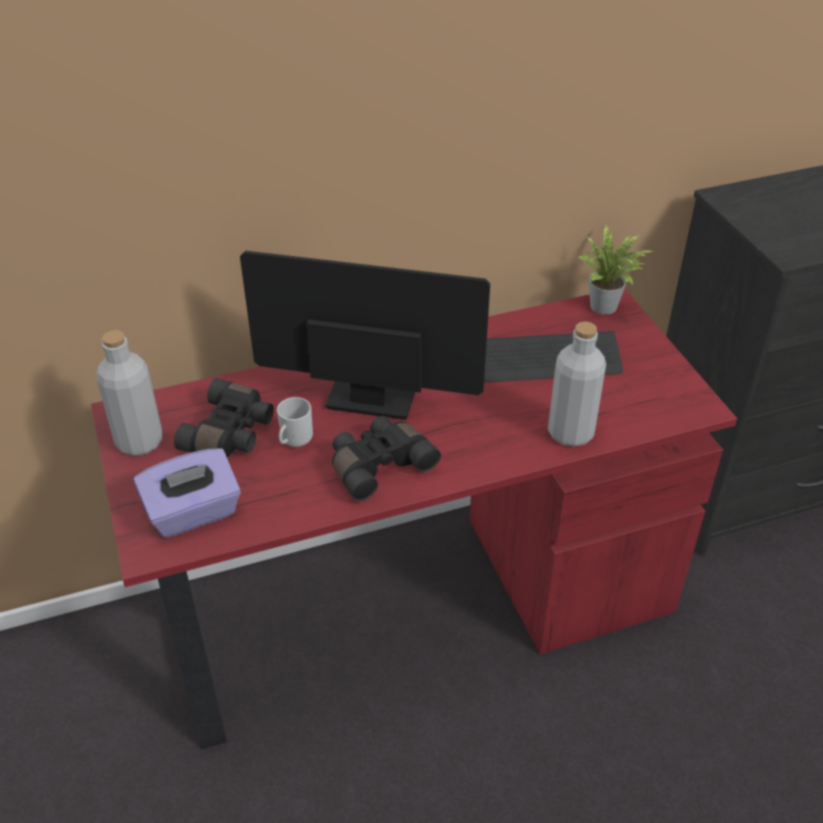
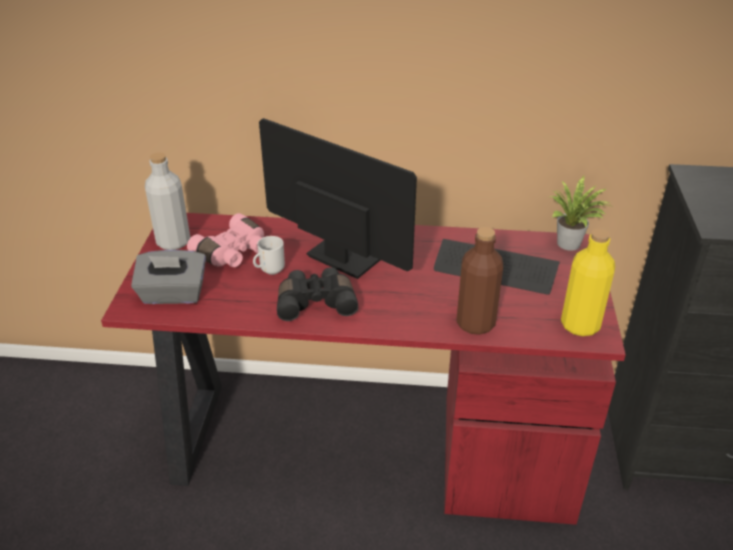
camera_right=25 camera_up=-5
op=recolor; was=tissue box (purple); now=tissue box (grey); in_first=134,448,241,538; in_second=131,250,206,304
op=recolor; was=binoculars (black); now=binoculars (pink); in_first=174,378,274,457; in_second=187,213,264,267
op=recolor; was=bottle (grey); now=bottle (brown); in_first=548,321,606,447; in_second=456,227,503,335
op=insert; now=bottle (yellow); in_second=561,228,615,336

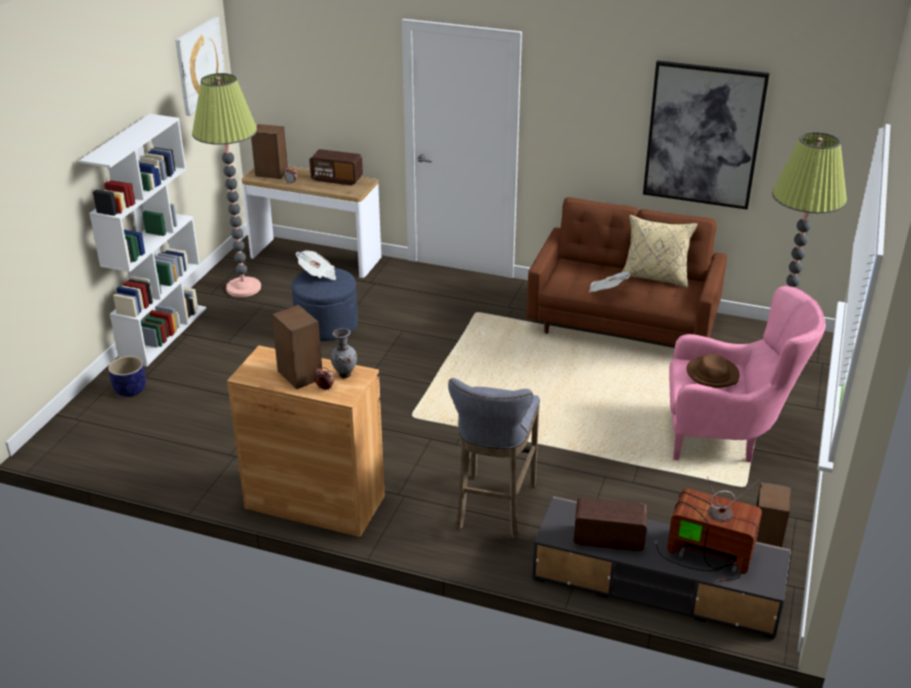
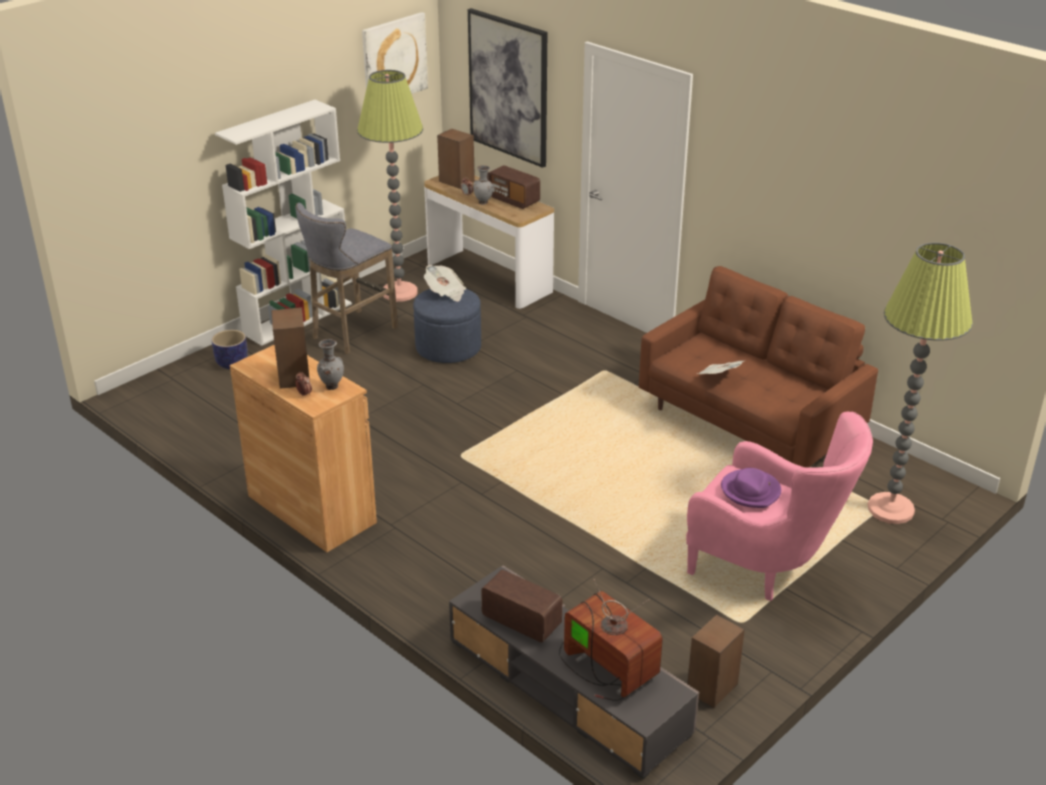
camera_right=25 camera_up=0
op=move; was=stool (grey); in_first=448,378,540,539; in_second=296,203,398,354
op=move; was=picture; in_first=643,60,770,210; in_second=468,8,547,168
op=insert; now=vase (grey); in_second=473,165,494,205
op=recolor; was=hat (brown); now=hat (purple); in_first=687,354,739,388; in_second=721,468,781,508
op=delete; was=pillow (beige); in_first=621,215,697,288

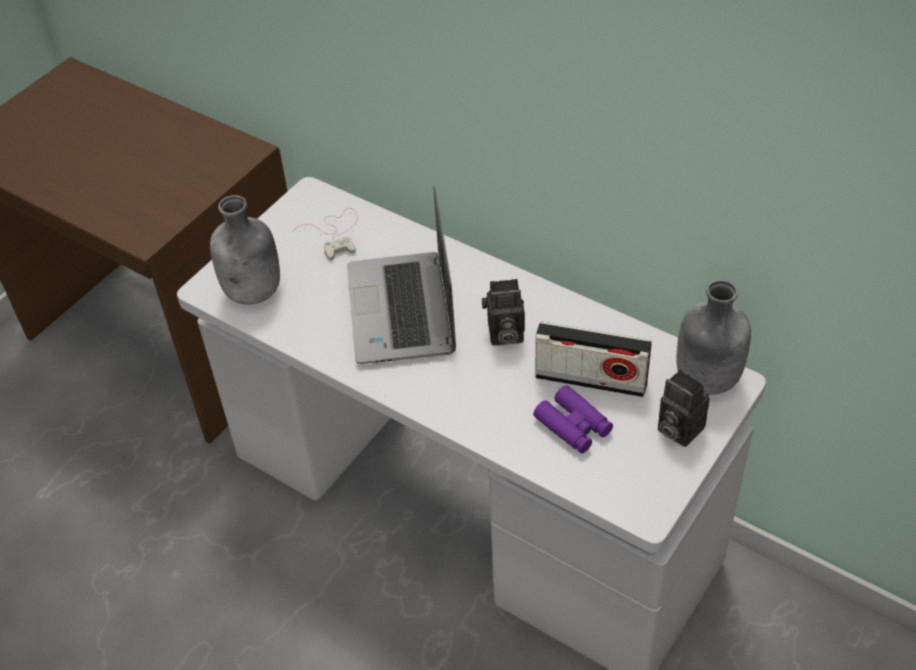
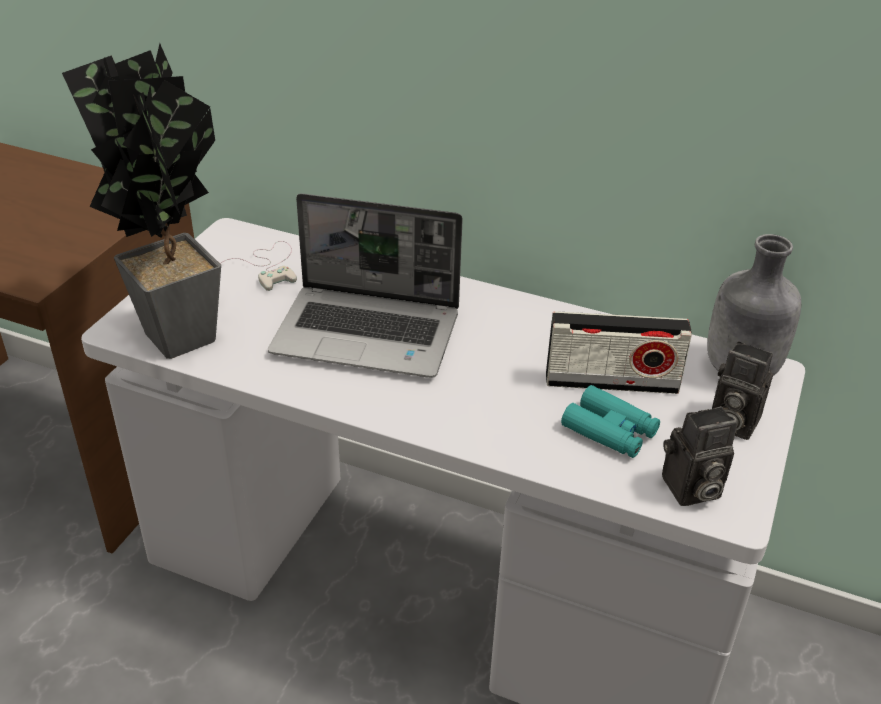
camera_right=-15 camera_up=-10
op=replace; was=bottle (grey); now=potted plant; in_first=210,195,280,305; in_second=62,43,221,359
op=rotate; was=laptop; in_first=347,186,456,364; in_second=268,193,463,378; clockwise=-60
op=recolor; was=binoculars (purple); now=binoculars (turquoise); in_first=533,385,613,453; in_second=561,385,660,458
op=move; was=photo camera; in_first=482,279,525,346; in_second=662,406,737,506

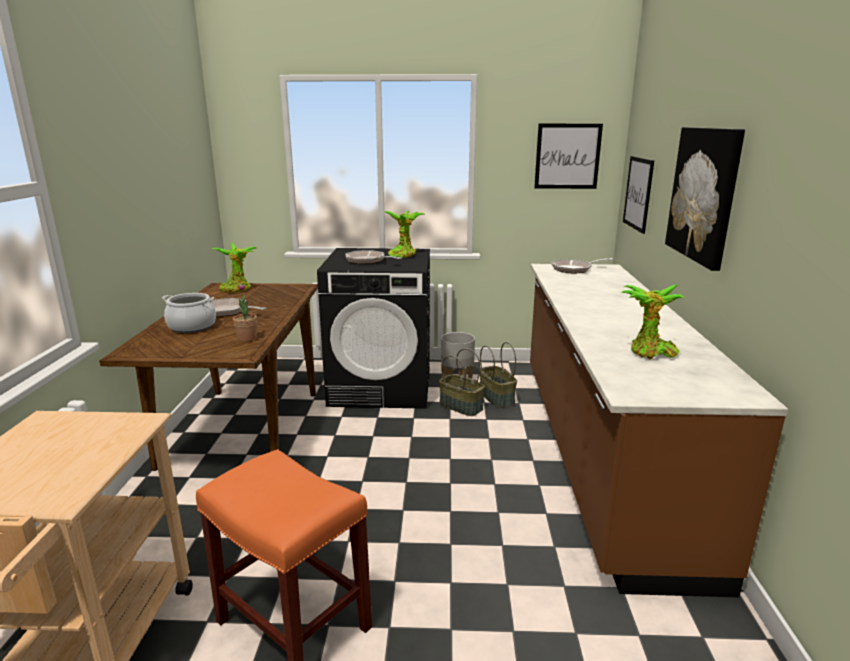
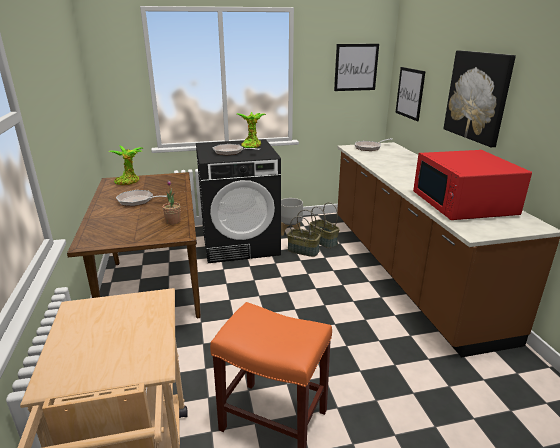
camera_right=-15 camera_up=5
op=replace; was=potted plant; now=microwave (red); in_first=620,284,685,359; in_second=413,150,532,220
op=delete; was=cooking pot; in_first=162,293,216,333

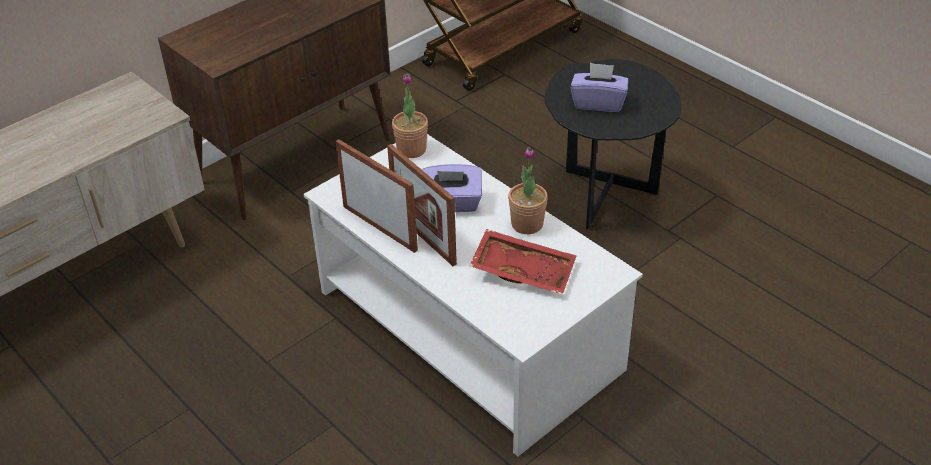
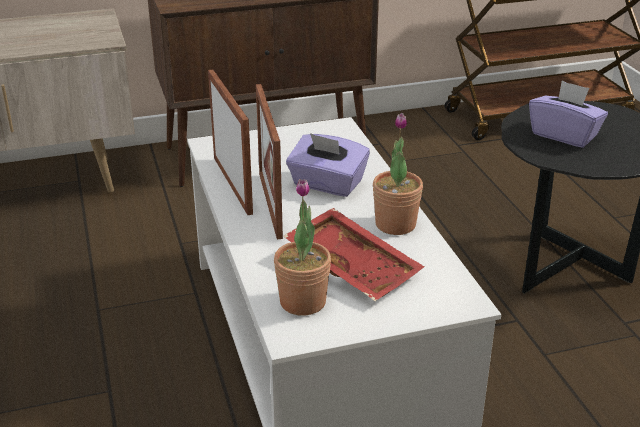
camera_right=25 camera_up=-10
op=move; was=potted plant; in_first=392,73,428,158; in_second=274,179,331,316

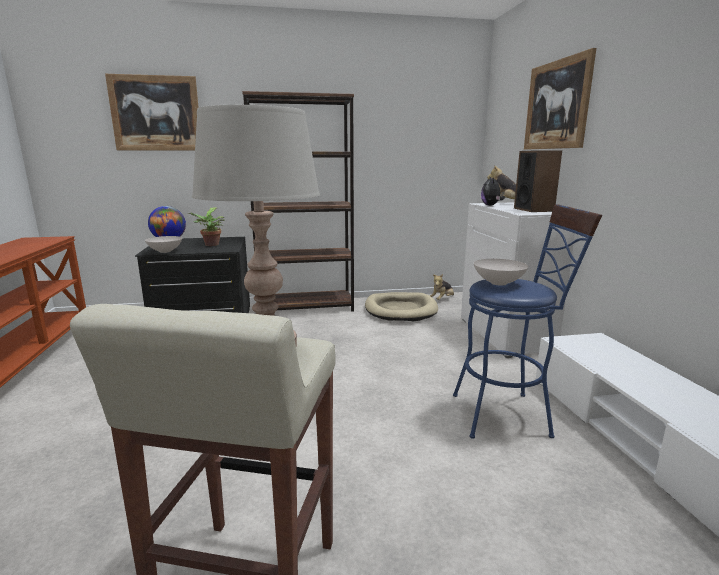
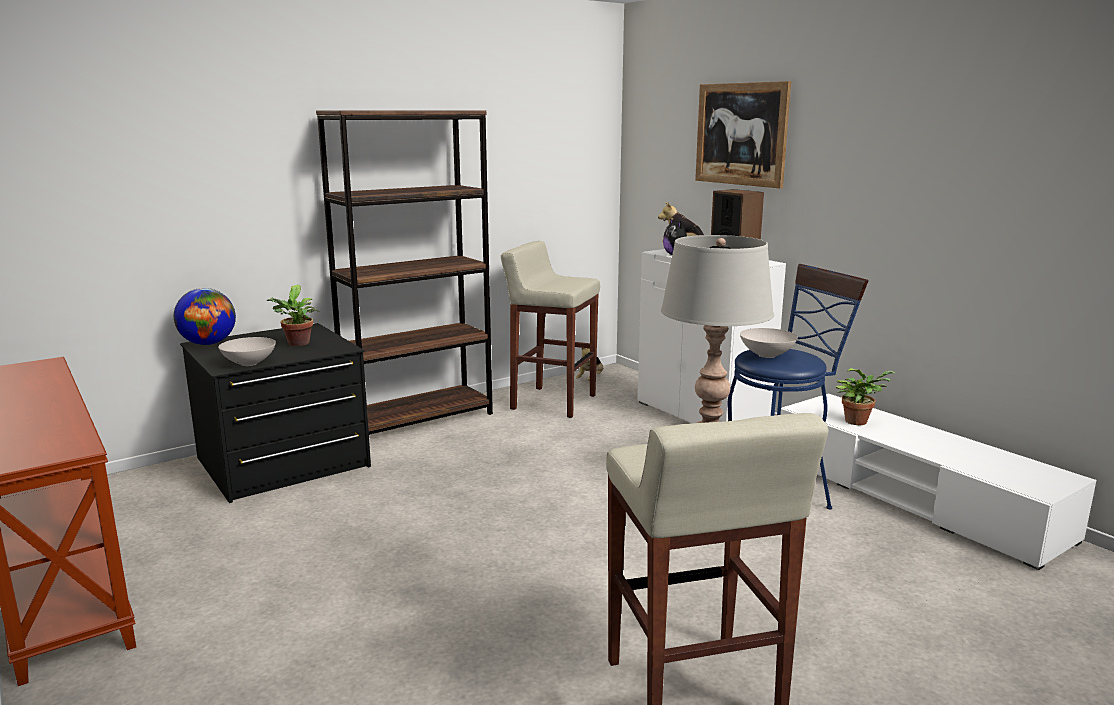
camera_right=-25 camera_up=0
op=replace; was=dog bed (beige); now=stool (beige); in_first=365,292,438,321; in_second=501,241,600,418
op=insert; now=potted plant; in_second=836,368,895,425
op=delete; was=picture; in_first=105,74,199,151

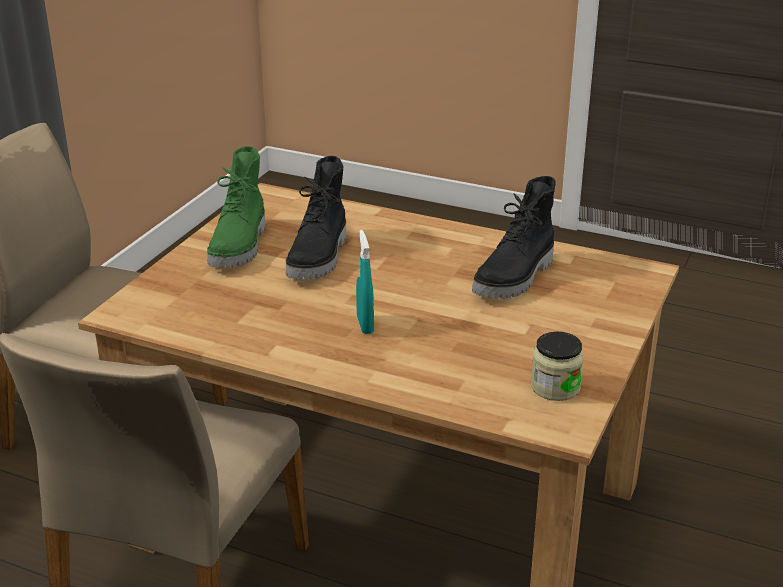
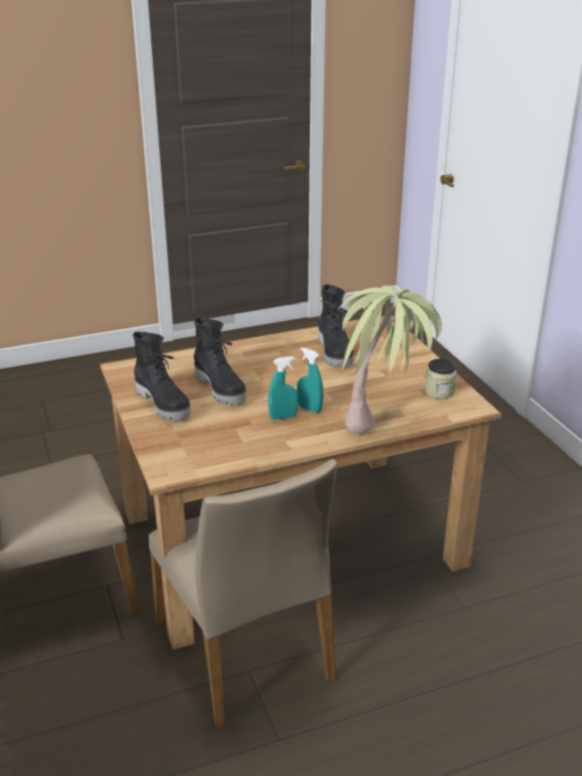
camera_right=-45 camera_up=0
op=recolor; was=boot (green); now=boot (black); in_first=207,146,265,268; in_second=133,331,191,420
op=insert; now=spray bottle (turquoise); in_second=268,357,298,420
op=insert; now=potted plant; in_second=338,285,442,435

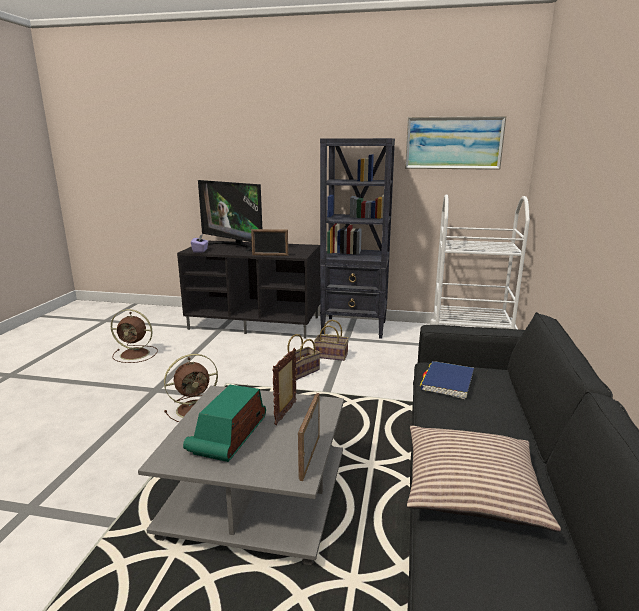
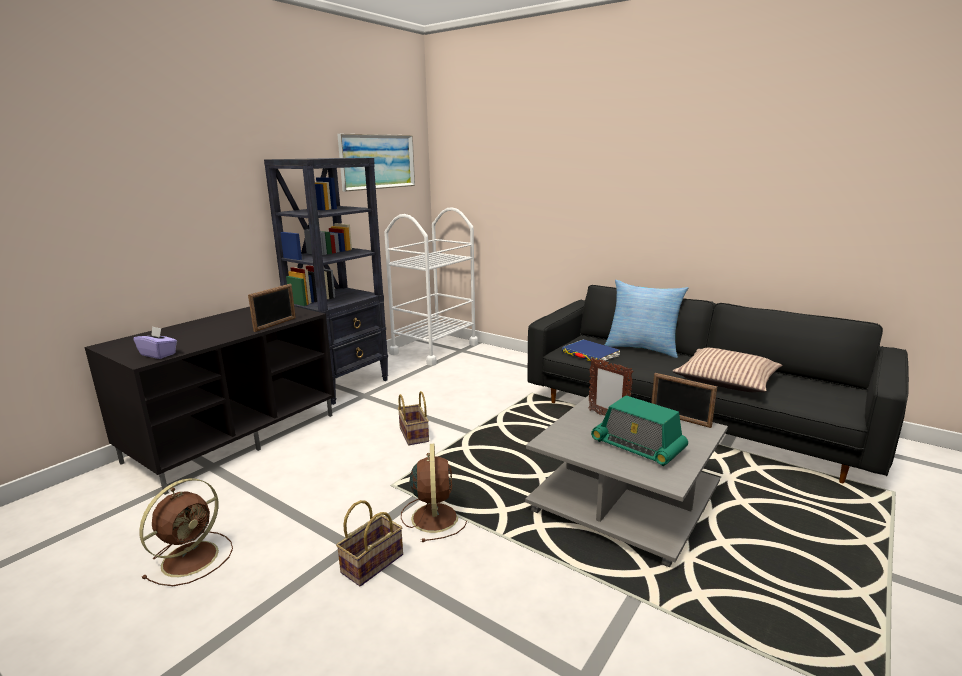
camera_right=-65 camera_up=0
op=move; was=basket; in_first=314,320,349,361; in_second=336,500,403,586
op=insert; now=pillow; in_second=605,280,688,358
op=delete; was=television; in_first=198,180,262,252

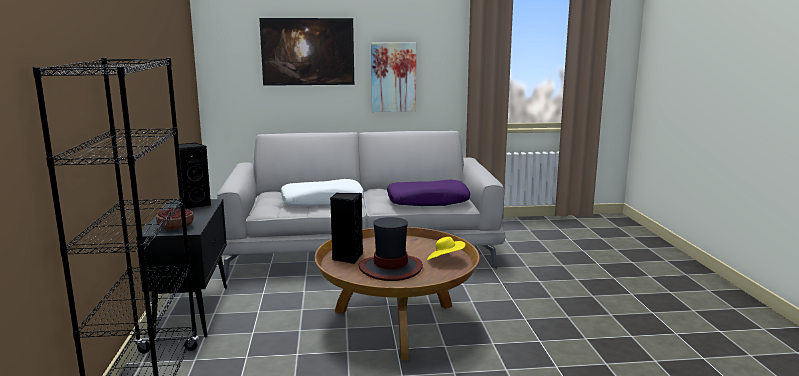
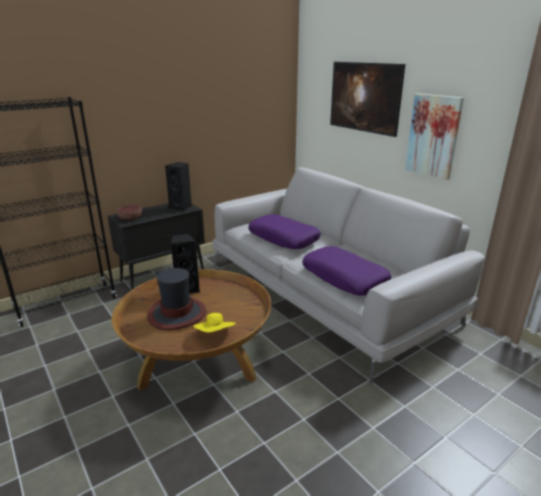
camera_right=60 camera_up=10
op=recolor; was=pillow (white); now=pillow (purple); in_first=281,179,364,206; in_second=248,214,321,249

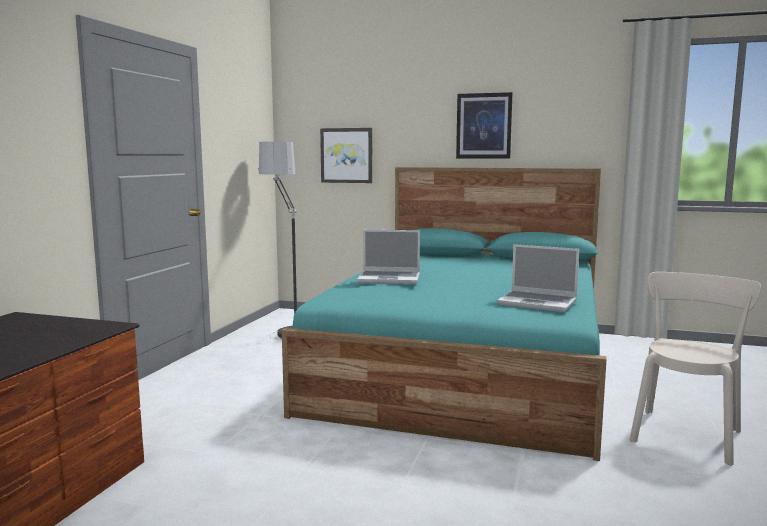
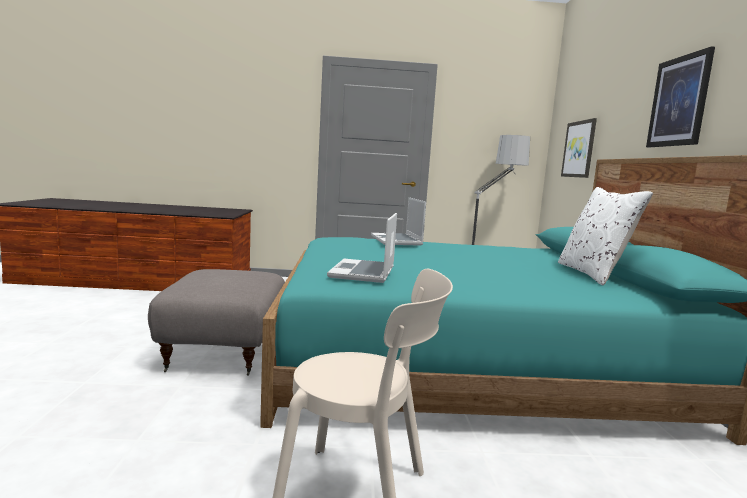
camera_right=70 camera_up=0
op=insert; now=ottoman (grey); in_second=148,269,285,376
op=insert; now=pillow (white); in_second=558,187,653,285

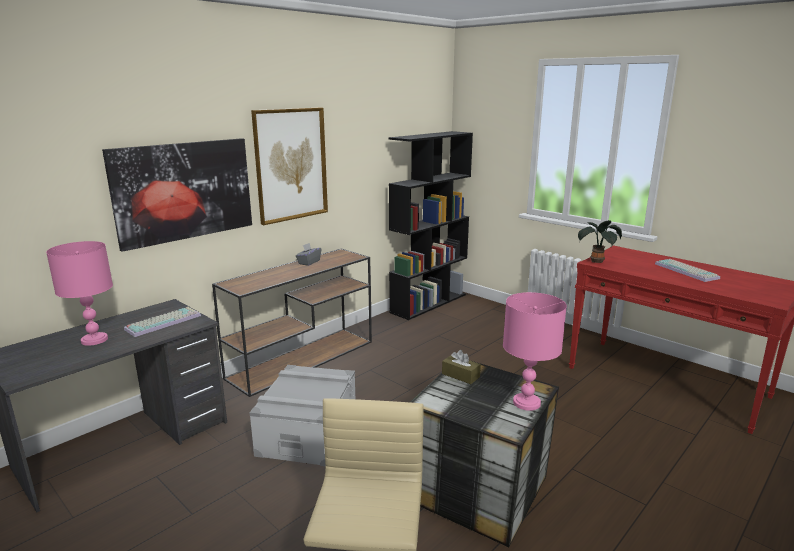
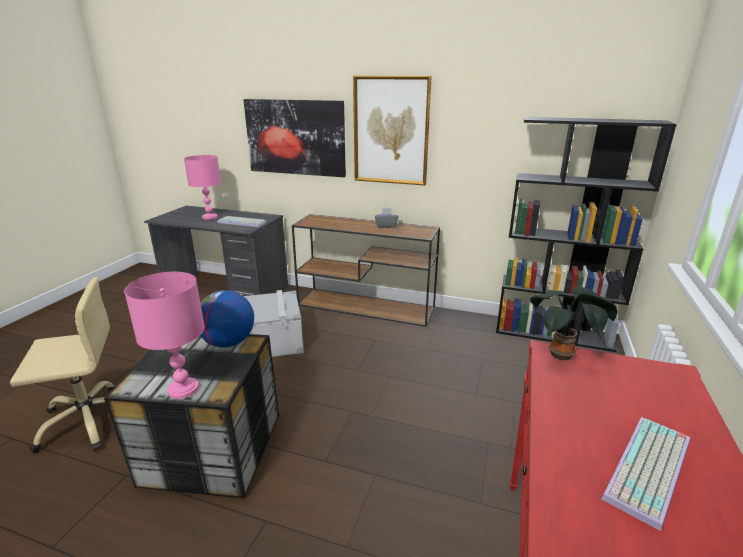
camera_right=65 camera_up=5
op=replace; was=tissue box (brown); now=globe; in_first=442,350,481,384; in_second=200,290,254,347

